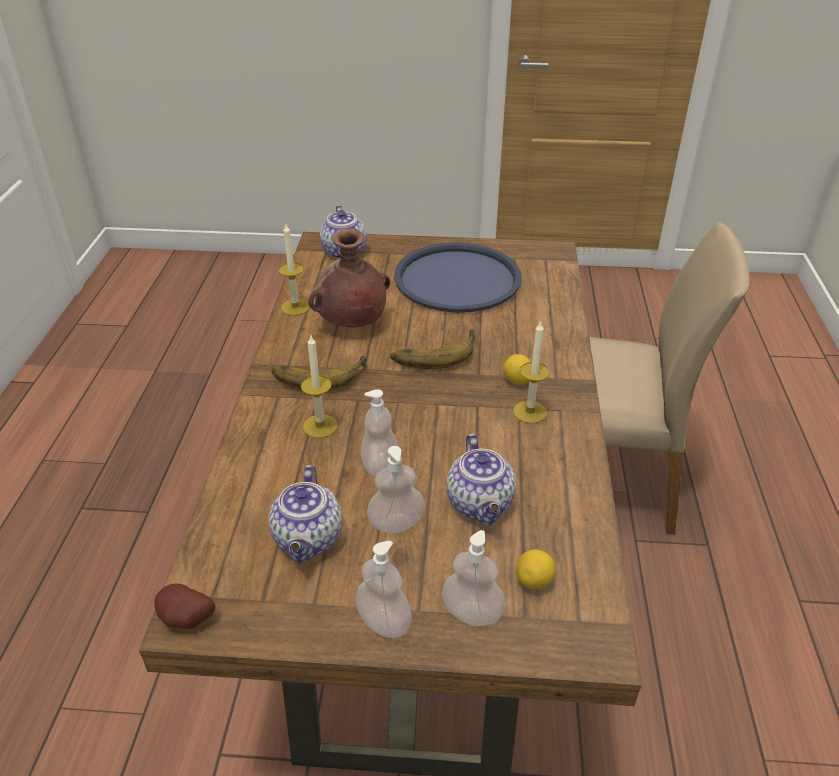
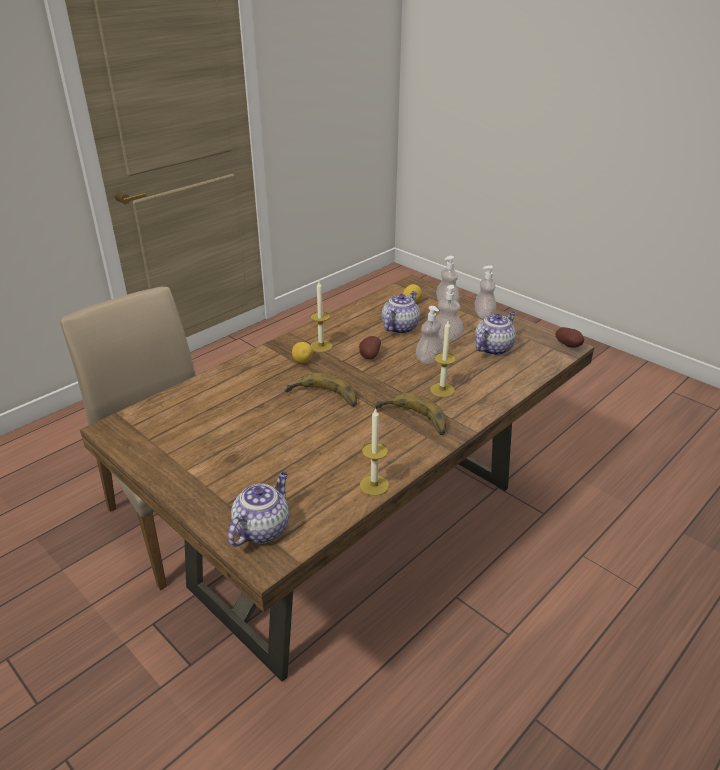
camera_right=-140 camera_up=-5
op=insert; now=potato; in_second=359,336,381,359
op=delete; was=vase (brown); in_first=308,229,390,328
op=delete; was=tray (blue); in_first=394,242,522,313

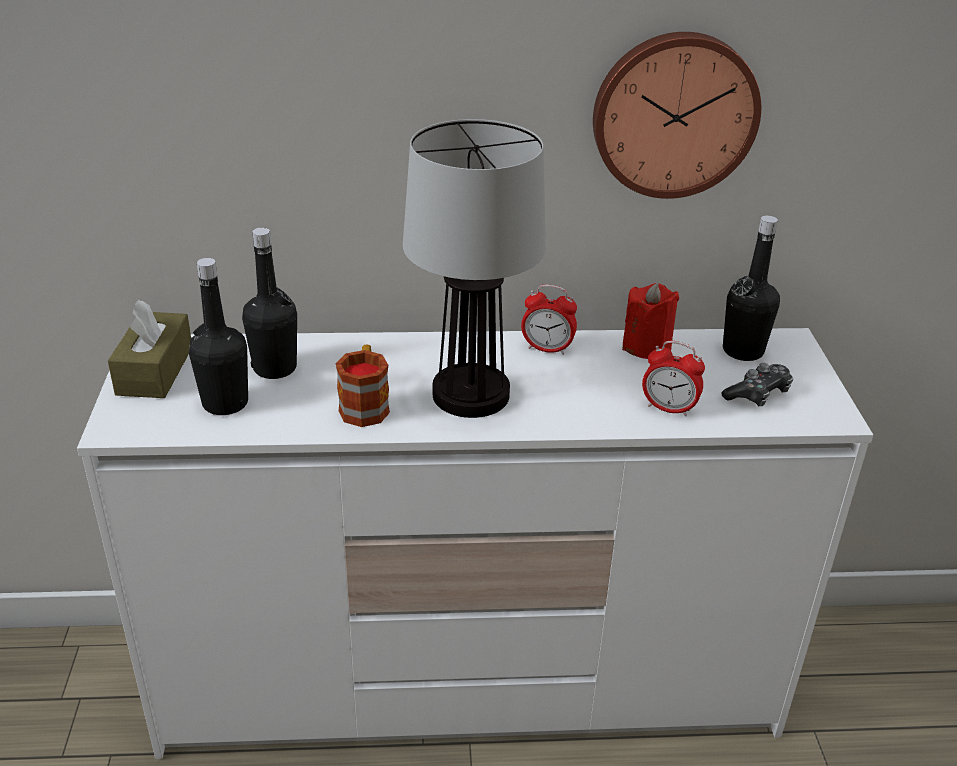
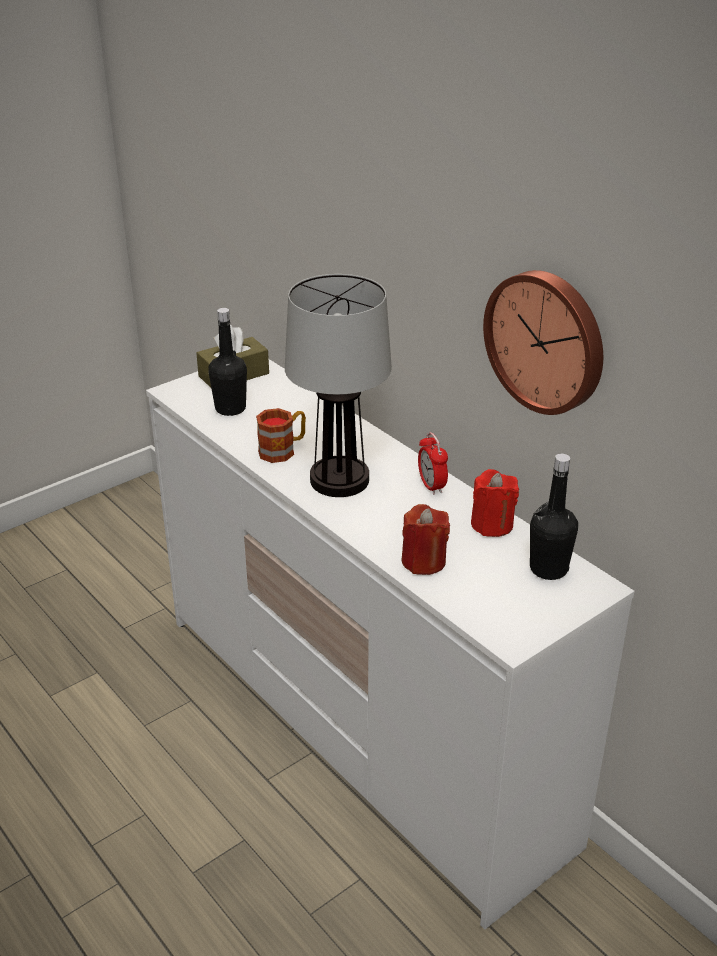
camera_right=55 camera_up=0
op=replace; was=alarm clock; now=candle (red); in_first=642,341,705,417; in_second=402,504,450,575
op=delete; was=bottle (black); in_first=242,228,297,379
op=delete; was=game controller; in_first=721,363,794,407

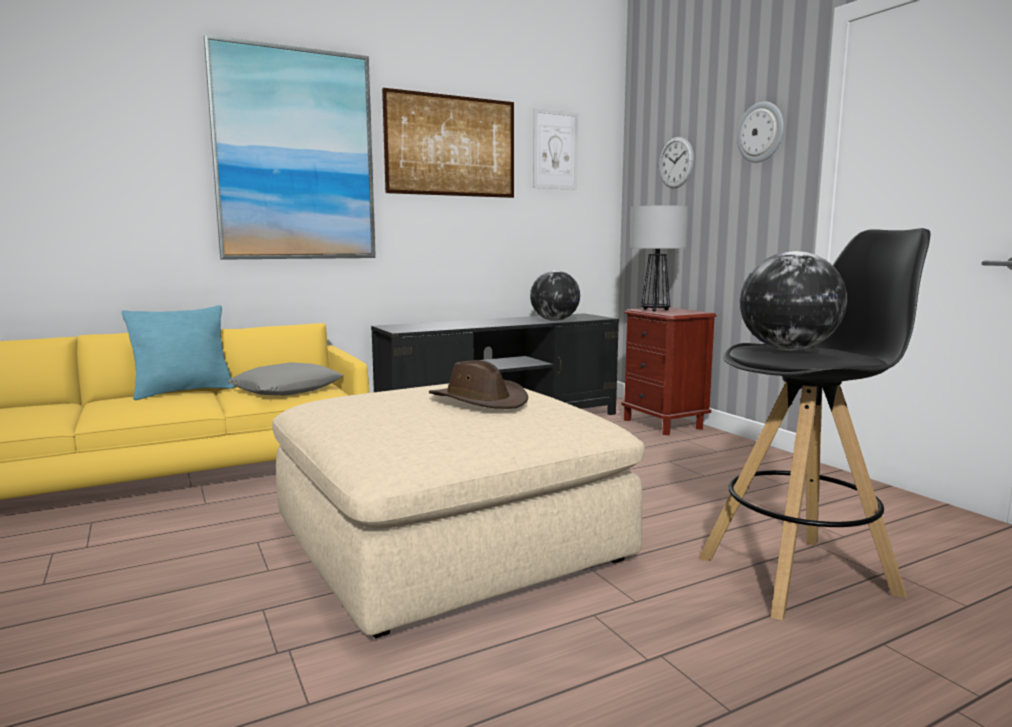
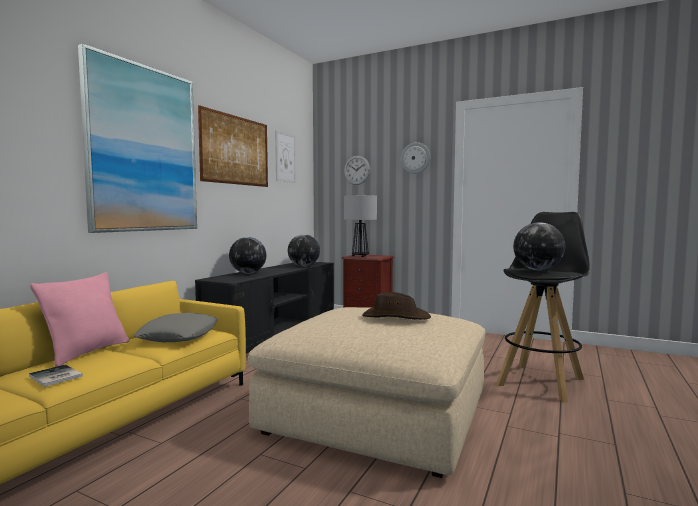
camera_right=-35 camera_up=-5
op=insert; now=book; in_second=29,365,83,387
op=recolor; was=pillow (turquoise); now=pillow (pink); in_first=122,305,235,400; in_second=30,272,129,367
op=insert; now=globe; in_second=229,237,266,274

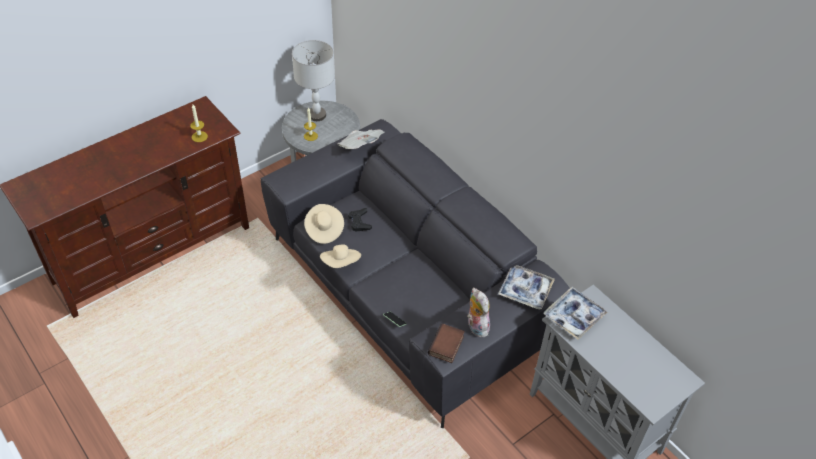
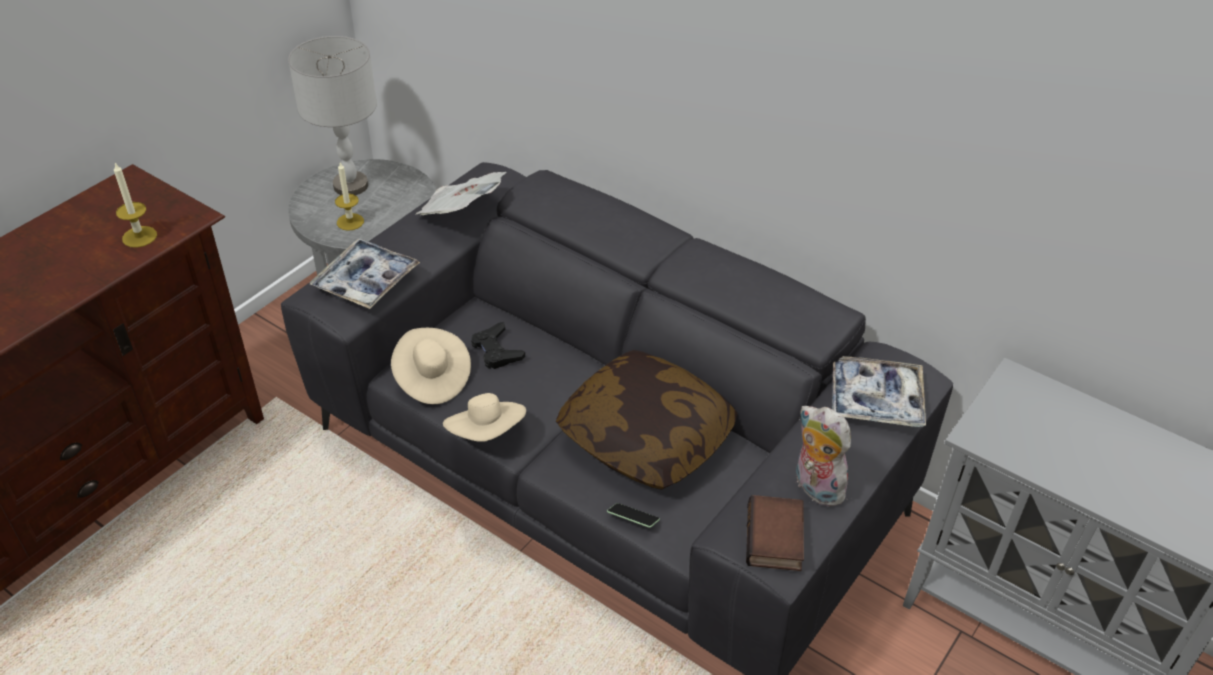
camera_right=-15 camera_up=-5
op=move; was=tray; in_first=544,287,608,340; in_second=310,238,420,309
op=insert; now=pillow; in_second=556,350,738,490

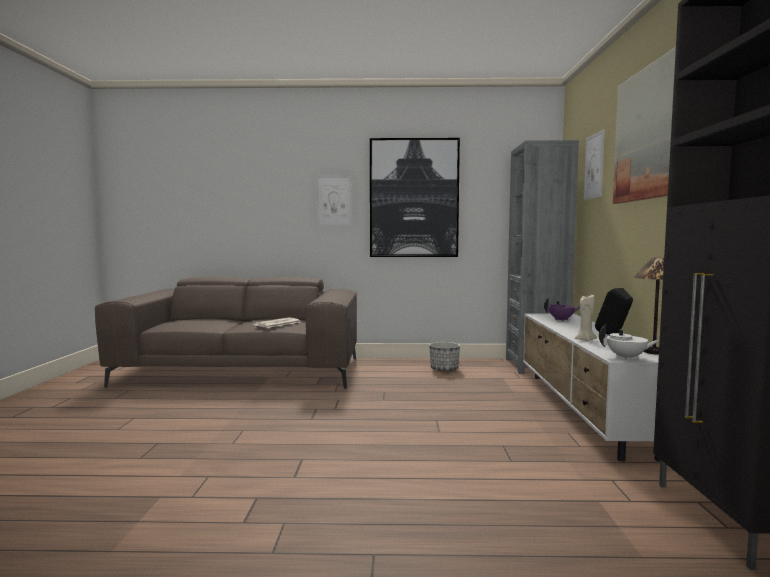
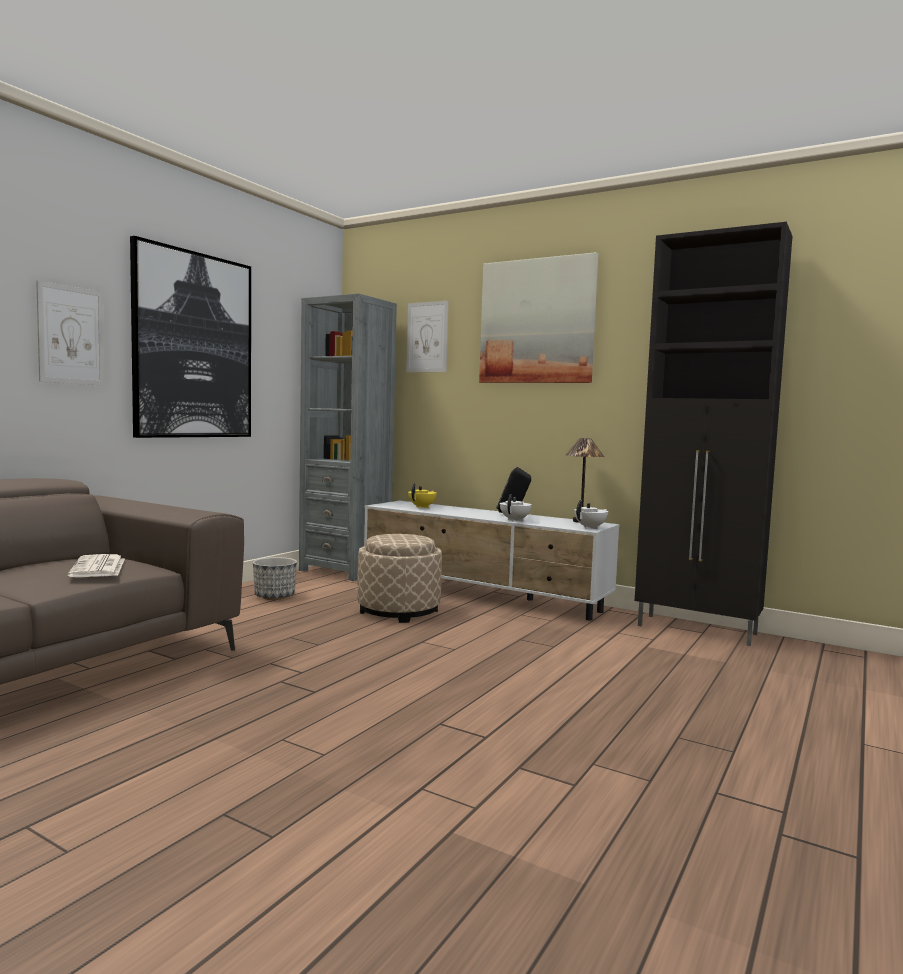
camera_right=-60 camera_up=0
op=insert; now=ottoman (beige); in_second=357,534,442,623
op=recolor; was=teapot (purple); now=teapot (yellow); in_first=544,298,580,321; in_second=408,483,437,508
op=replace; was=candle (beige); now=teapot (white); in_first=575,295,597,341; in_second=500,494,532,522

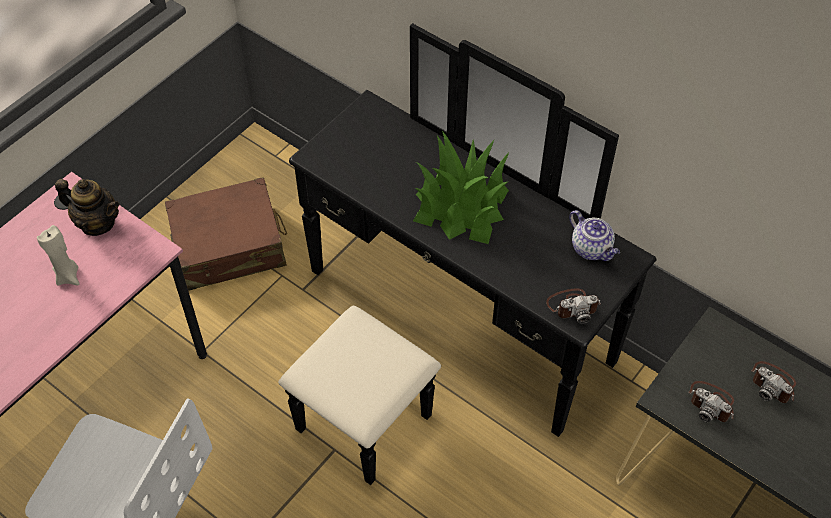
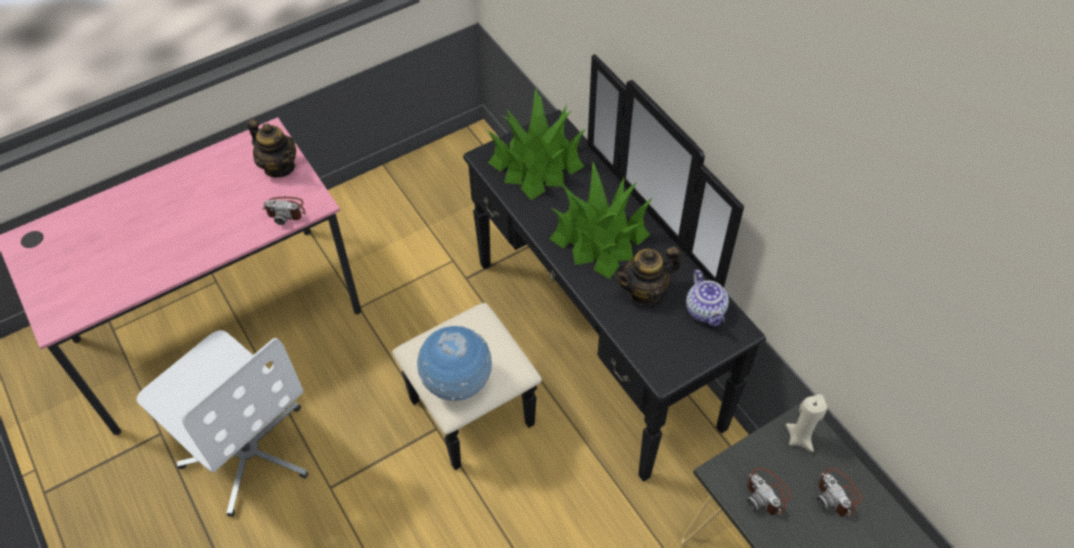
camera_right=20 camera_up=0
op=move; was=photo camera; in_first=546,288,601,324; in_second=263,197,306,225
op=insert; now=globe; in_second=417,326,492,401
op=insert; now=potted plant; in_second=486,88,586,200
op=insert; now=teapot; in_second=614,247,681,305
op=move; was=candle (beige); in_first=37,225,80,286; in_second=786,394,828,452
op=delete; was=suitcase (brown); in_first=165,177,287,291

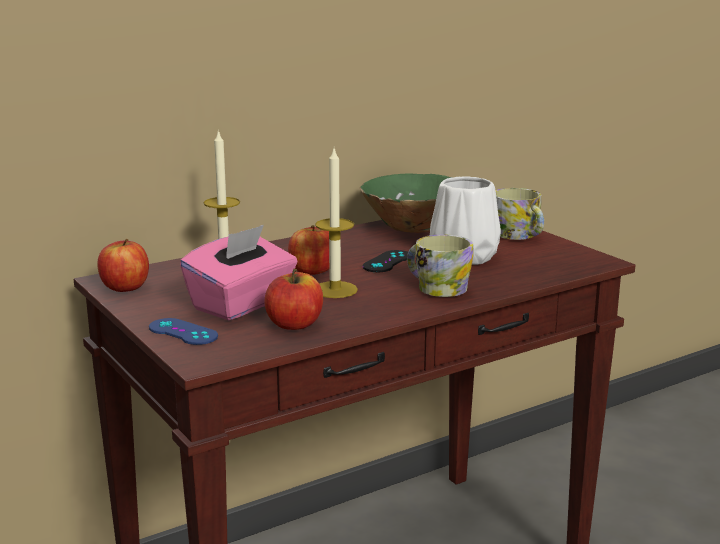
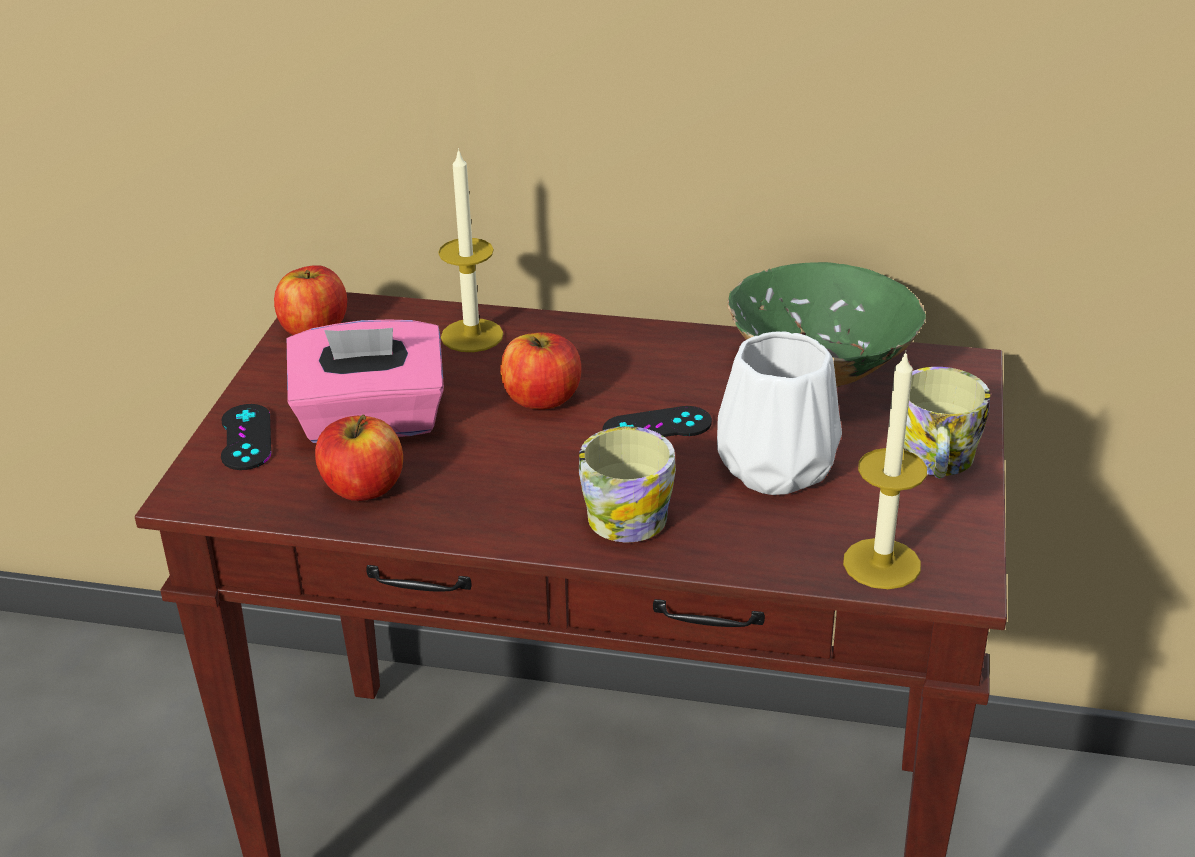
camera_right=45 camera_up=15
op=recolor; was=game controller (blue); now=game controller (black); in_first=149,318,218,345; in_second=221,404,271,470
op=move; was=candle; in_first=315,149,358,298; in_second=843,350,927,589

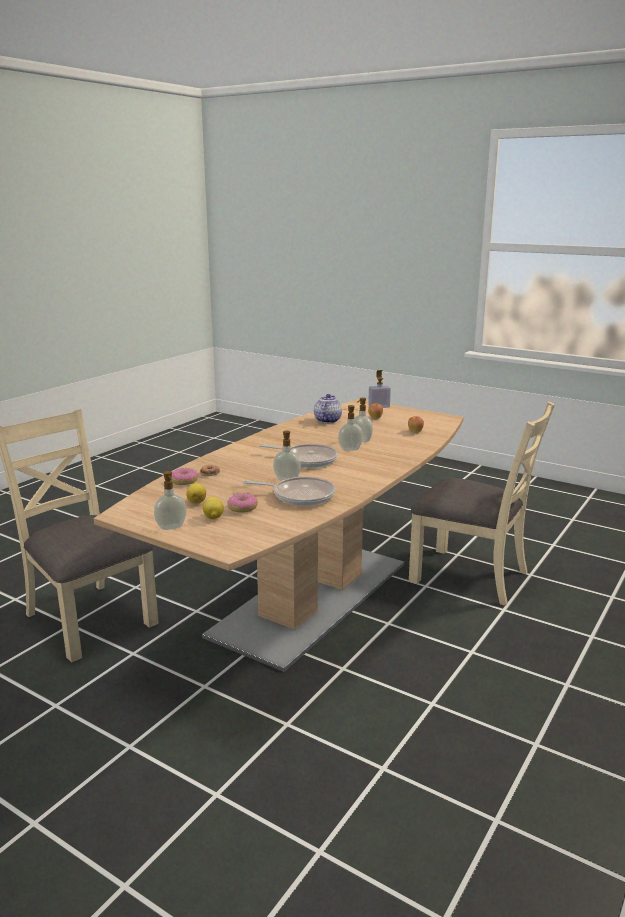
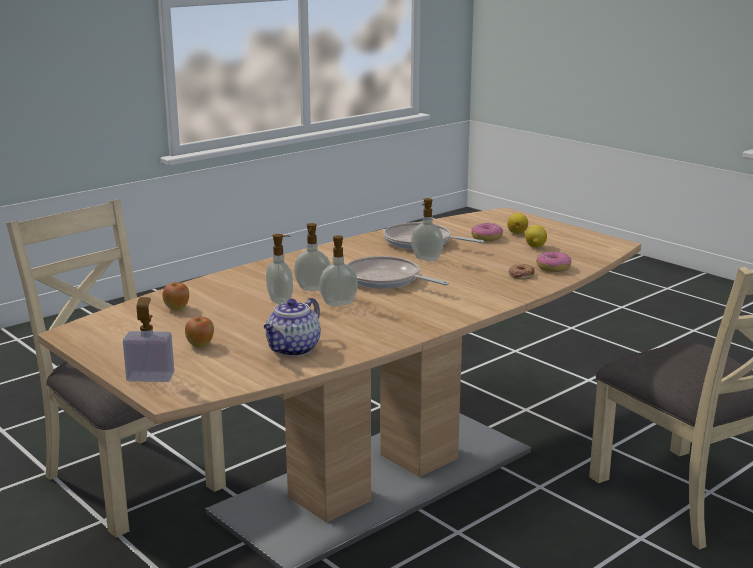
camera_right=-165 camera_up=0
op=move; was=soap dispenser; in_first=154,471,187,530; in_second=319,235,358,306

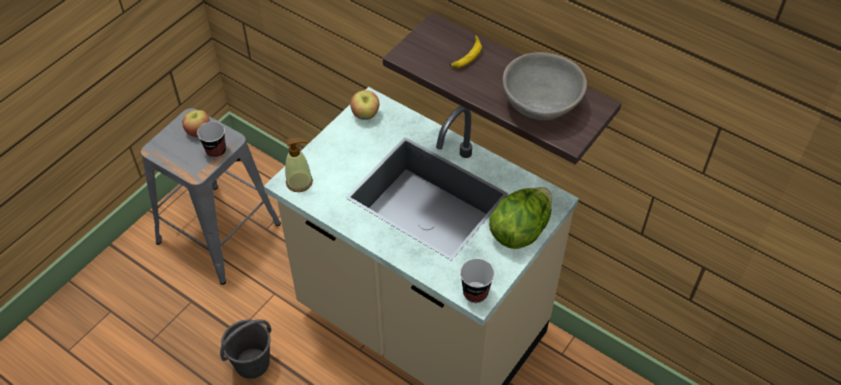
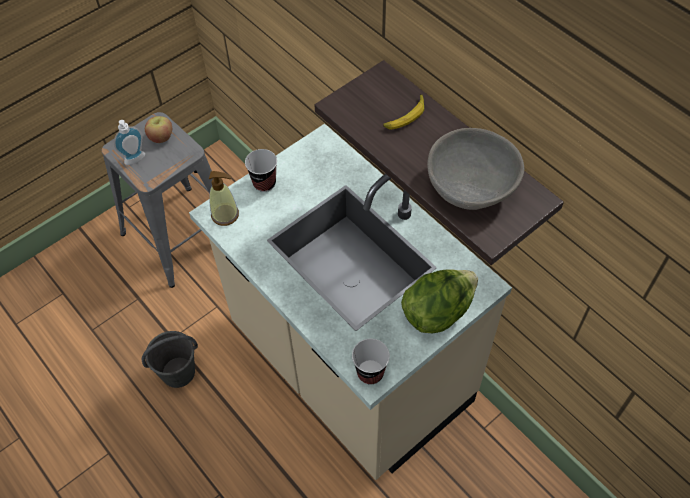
camera_right=15 camera_up=5
op=insert; now=soap dispenser; in_second=114,120,145,165
op=move; was=cup; in_first=197,121,226,158; in_second=245,149,277,192
op=delete; was=apple; in_first=350,90,379,120

